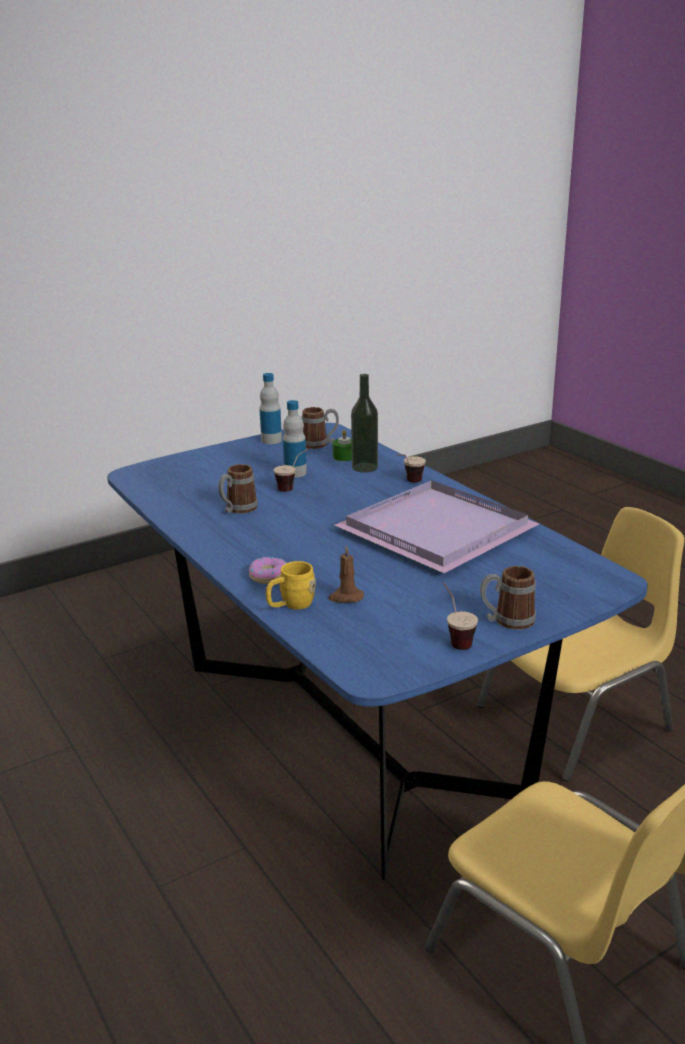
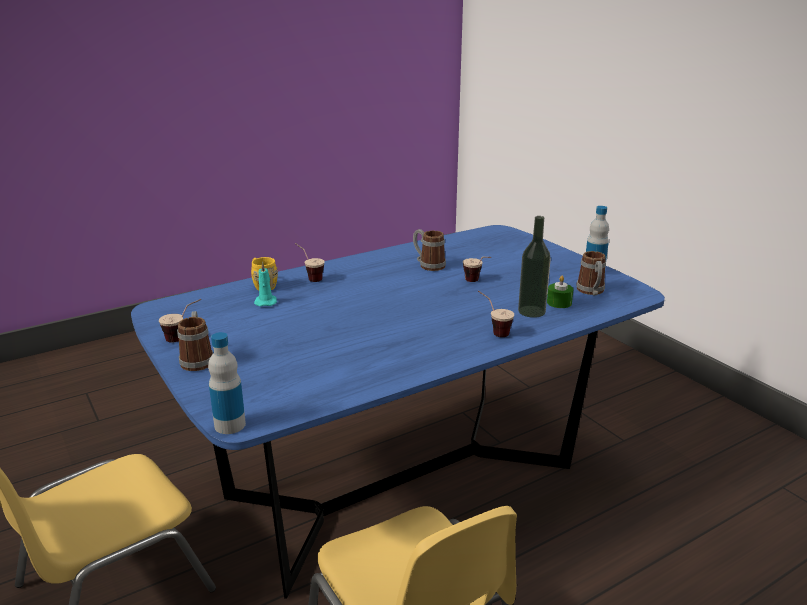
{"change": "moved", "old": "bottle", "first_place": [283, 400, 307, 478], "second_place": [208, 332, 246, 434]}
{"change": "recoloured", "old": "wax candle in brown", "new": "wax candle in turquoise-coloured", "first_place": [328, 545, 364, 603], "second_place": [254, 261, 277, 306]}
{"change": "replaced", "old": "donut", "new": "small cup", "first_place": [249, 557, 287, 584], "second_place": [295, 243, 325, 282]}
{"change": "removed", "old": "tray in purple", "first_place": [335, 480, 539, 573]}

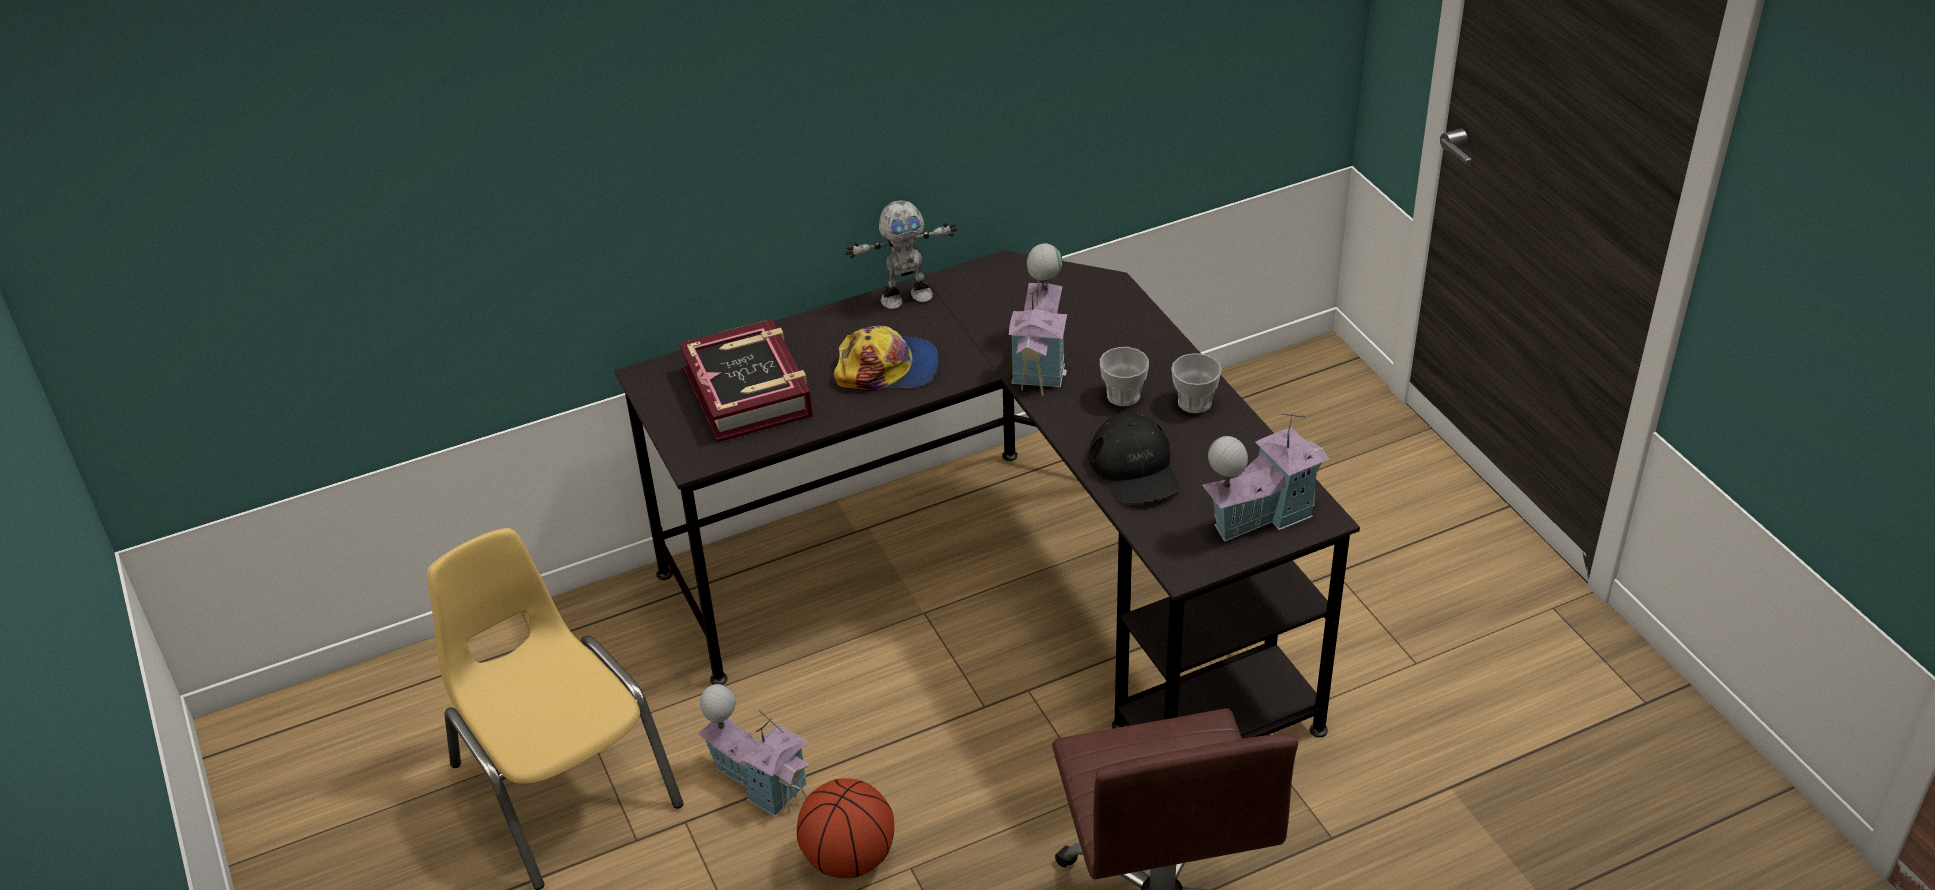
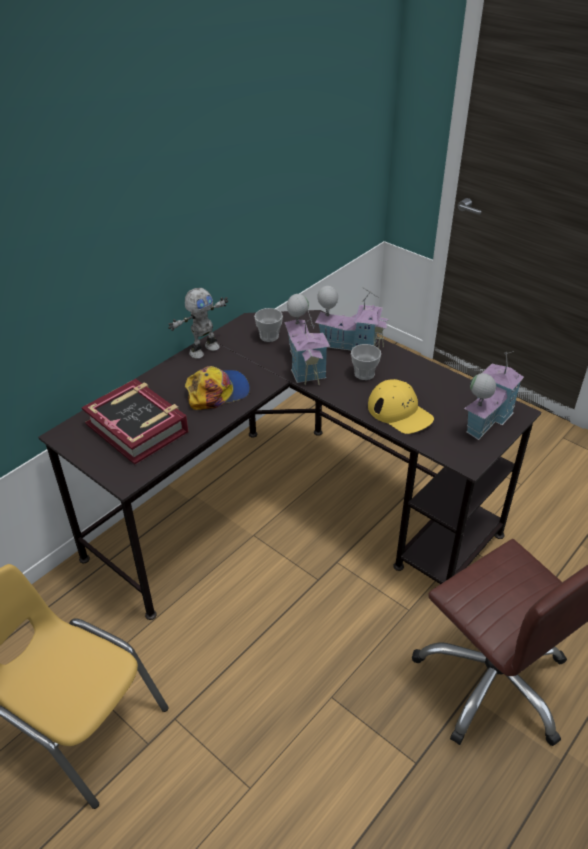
{"change": "moved", "old": "small cup", "first_place": [1171, 353, 1222, 413], "second_place": [254, 308, 283, 342]}
{"change": "moved", "old": "toy house", "first_place": [698, 684, 809, 817], "second_place": [315, 286, 389, 355]}
{"change": "recoloured", "old": "baseball cap in black", "new": "baseball cap in yellow-coloured", "first_place": [1089, 413, 1180, 504], "second_place": [368, 379, 434, 434]}
{"change": "removed", "old": "basketball ball", "first_place": [797, 778, 894, 878]}

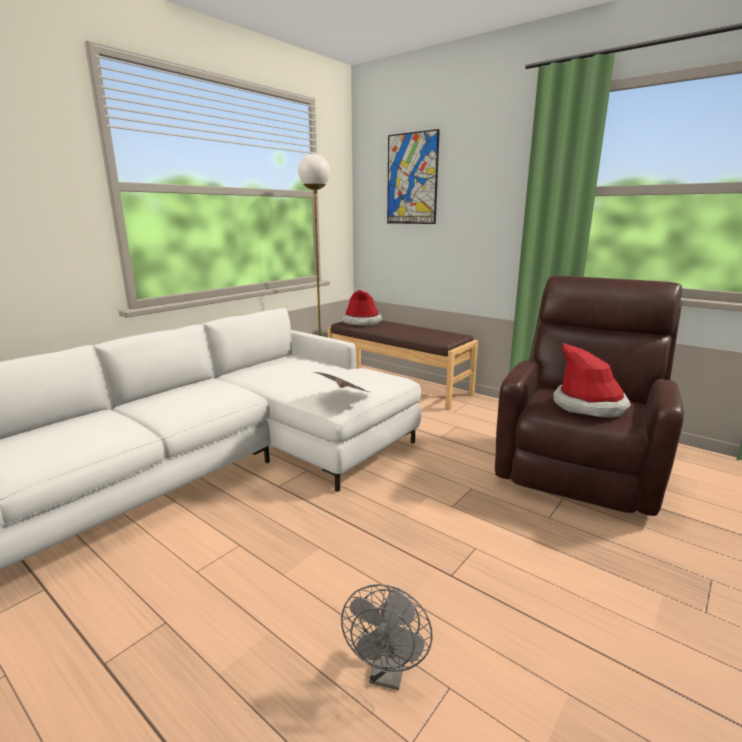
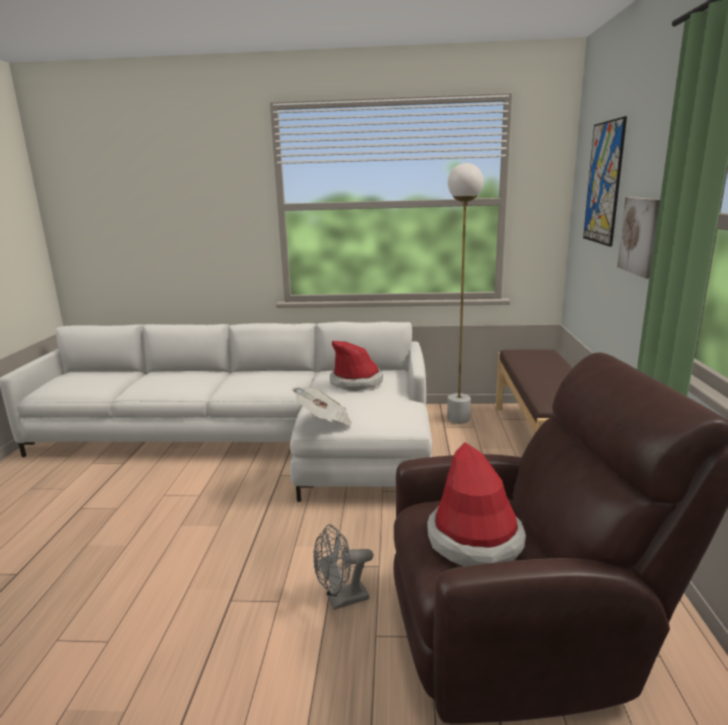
{"change": "moved", "old": "fan in grey", "first_place": [341, 584, 433, 690], "second_place": [313, 524, 373, 610]}
{"change": "moved", "old": "wearable hat", "first_place": [342, 290, 382, 326], "second_place": [330, 341, 383, 391]}
{"change": "added", "new": "wall art", "second_place": [617, 197, 660, 279]}

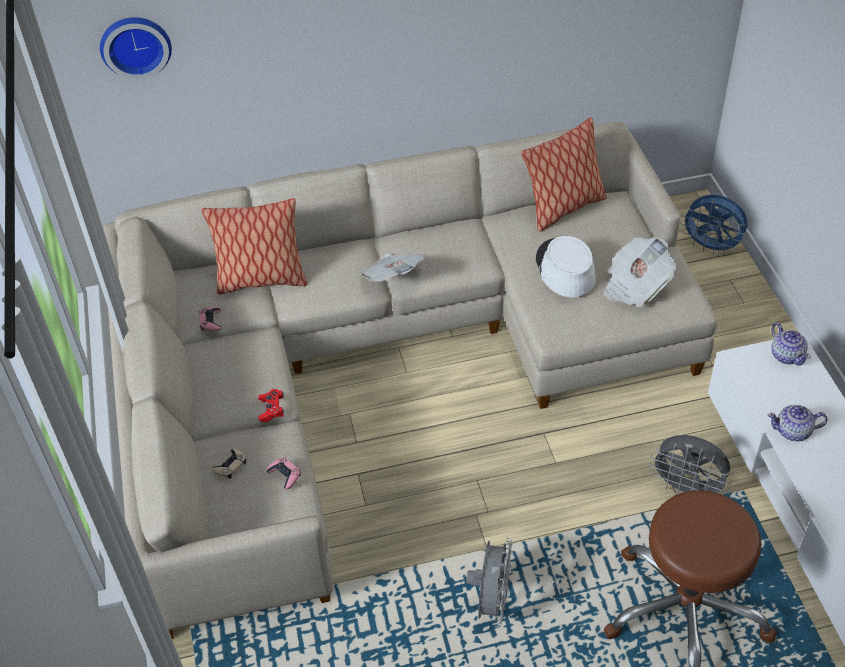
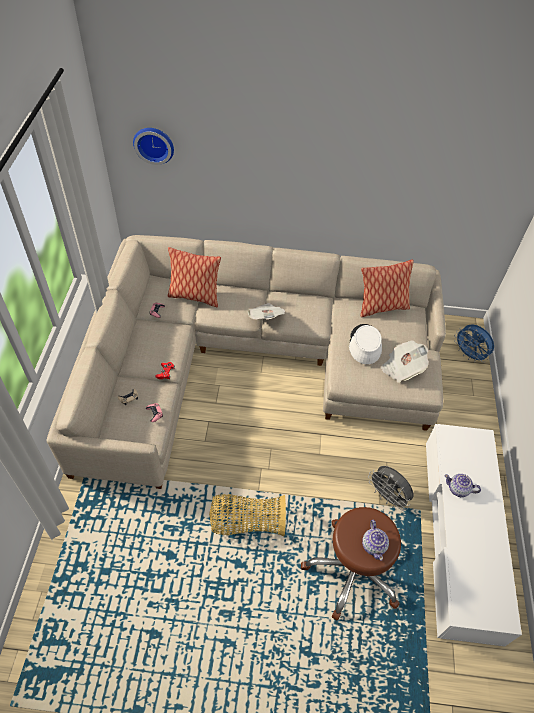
{"change": "replaced", "old": "fan in grey", "new": "household basket", "first_place": [466, 537, 512, 627], "second_place": [209, 494, 286, 536]}
{"change": "moved", "old": "pot for tea", "first_place": [771, 323, 811, 366], "second_place": [362, 520, 389, 561]}

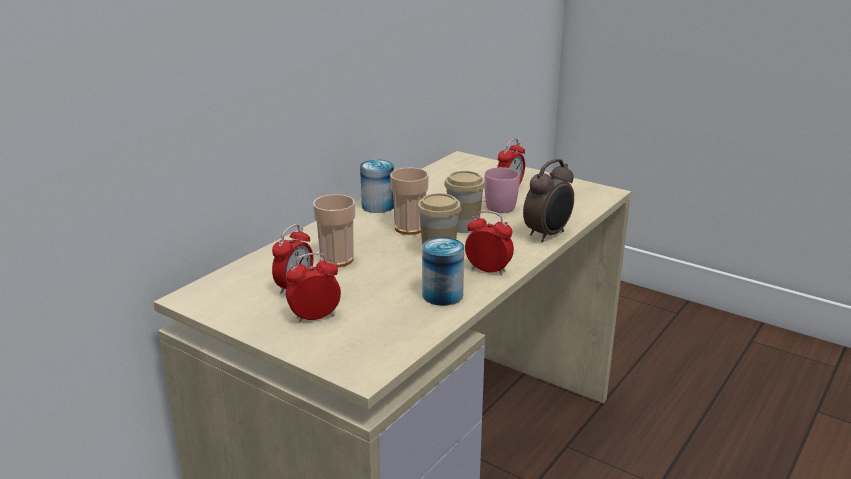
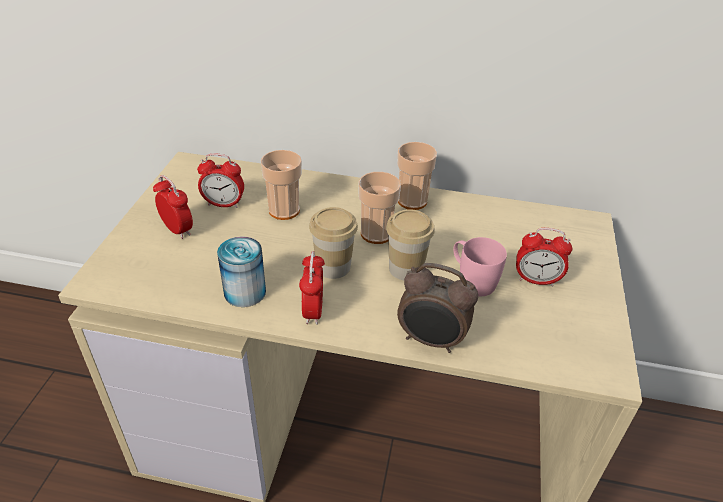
{"change": "replaced", "old": "can", "new": "small cup", "first_place": [360, 160, 394, 213], "second_place": [397, 142, 437, 210]}

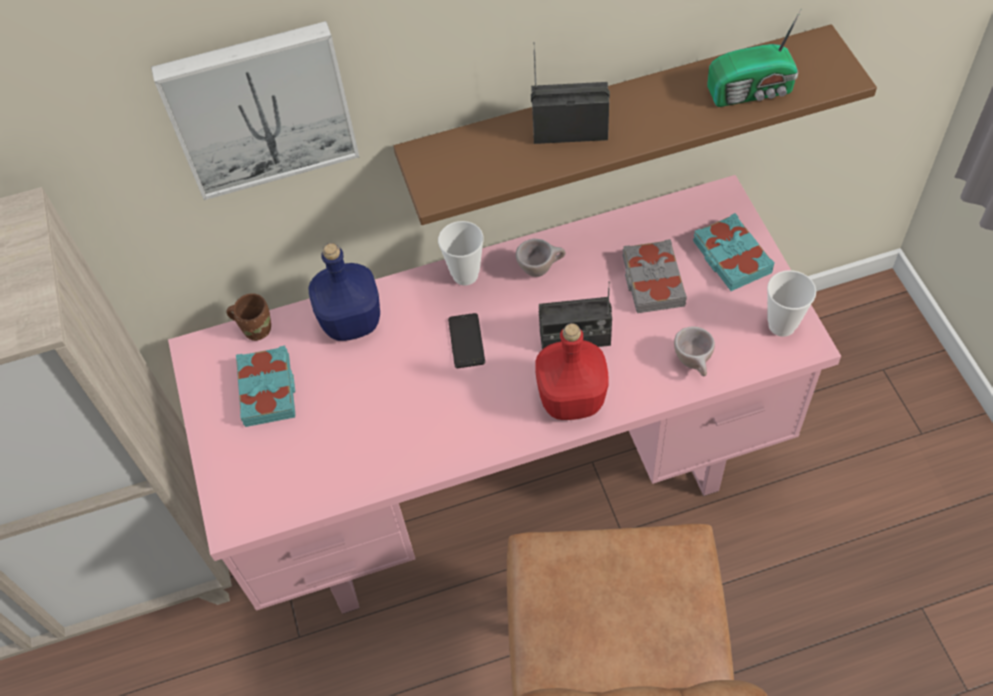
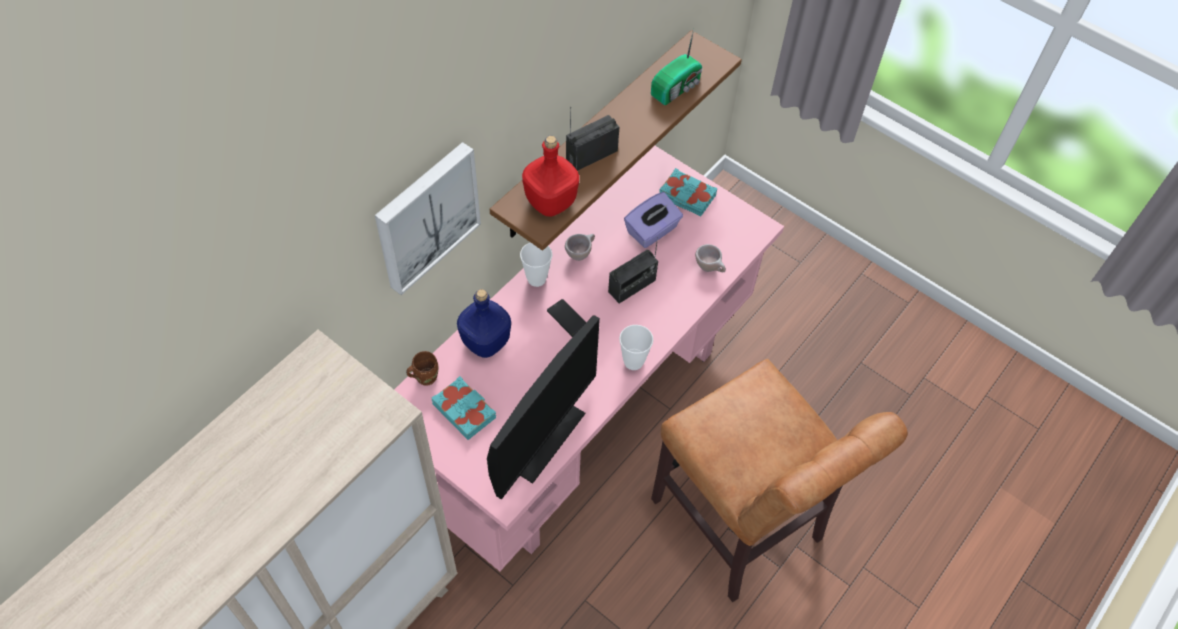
{"change": "added", "new": "monitor", "second_place": [487, 316, 600, 500]}
{"change": "moved", "old": "bottle in red", "first_place": [536, 323, 609, 420], "second_place": [522, 136, 579, 217]}
{"change": "moved", "old": "small cup", "first_place": [767, 270, 816, 337], "second_place": [619, 325, 653, 370]}
{"change": "replaced", "old": "bound book in grey", "new": "tissue holder in purple", "first_place": [622, 239, 687, 313], "second_place": [624, 192, 683, 248]}

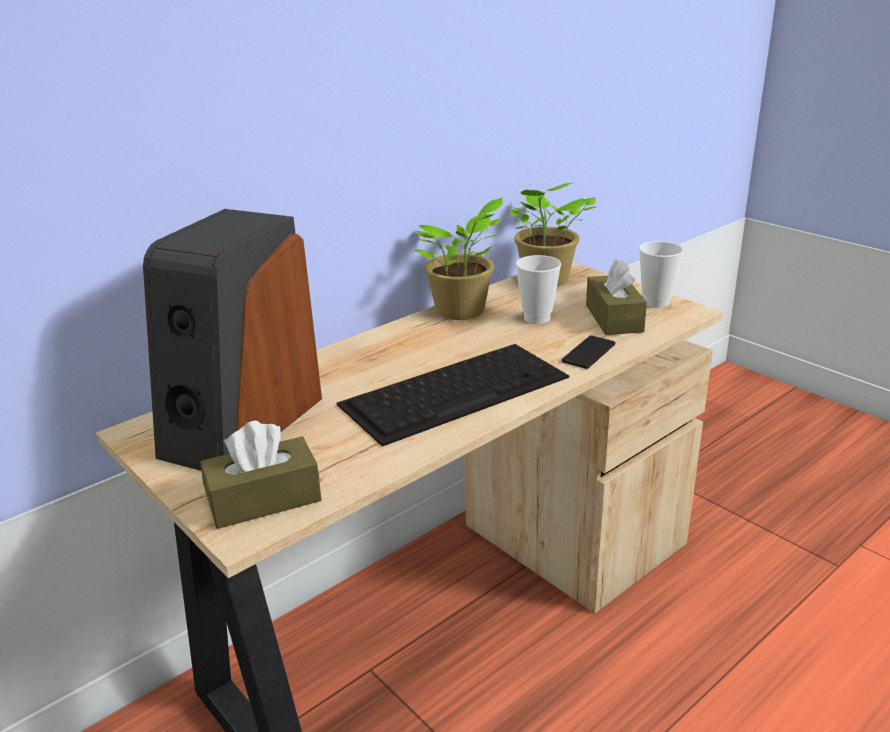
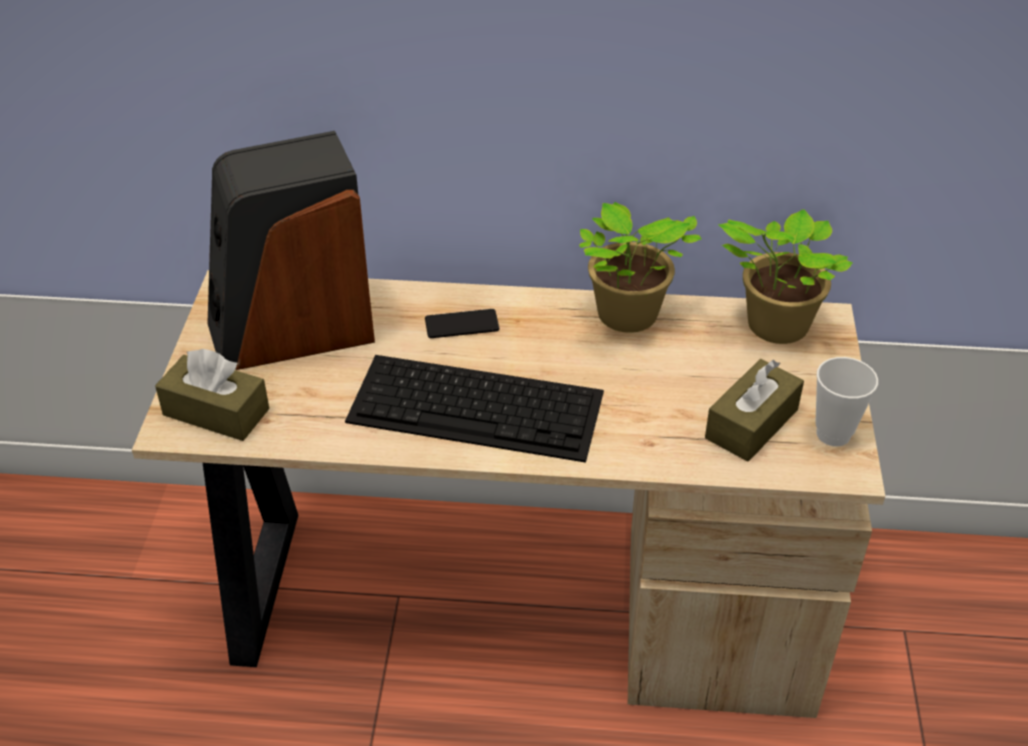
{"change": "moved", "old": "phone", "first_place": [561, 336, 615, 369], "second_place": [425, 309, 499, 338]}
{"change": "removed", "old": "small cup", "first_place": [516, 255, 561, 324]}

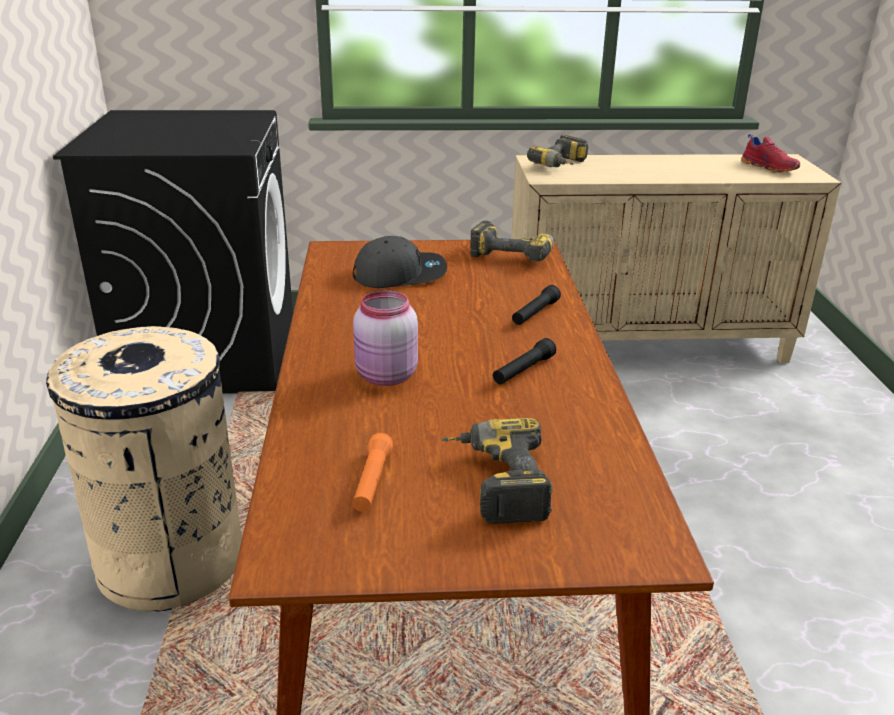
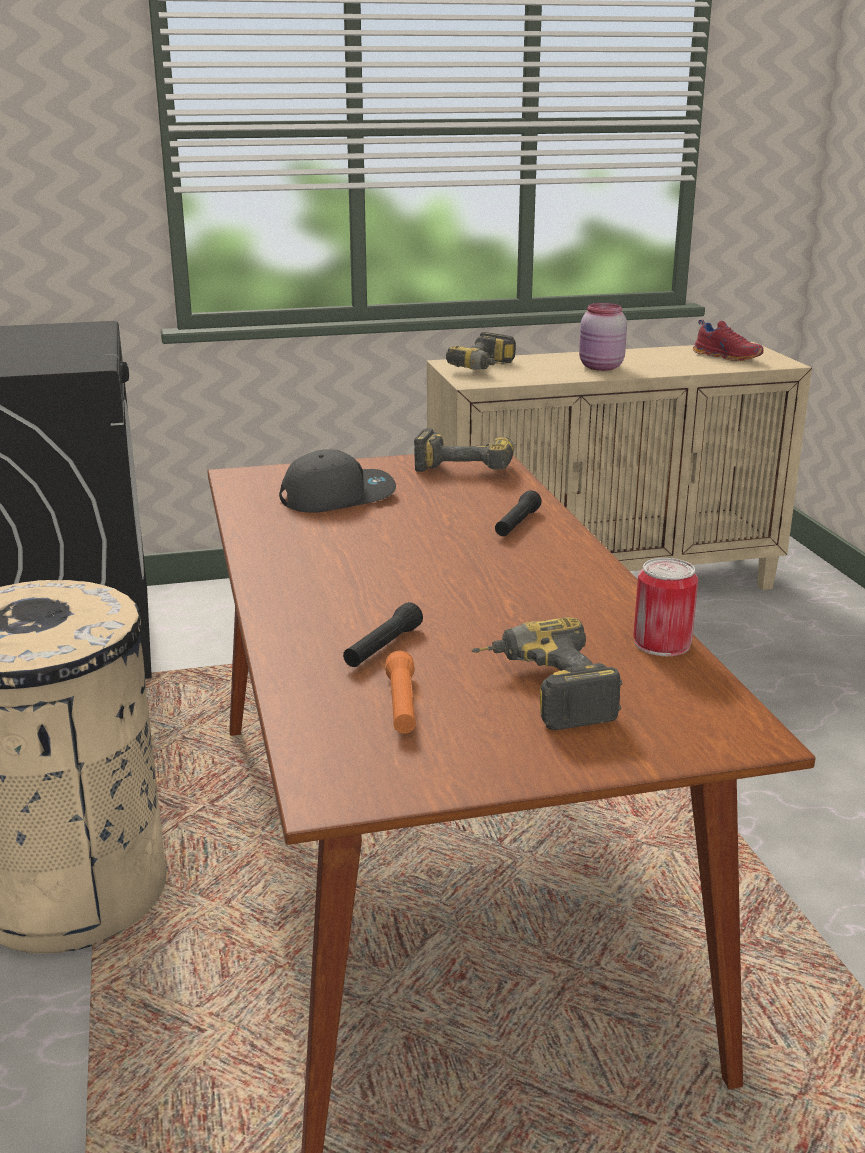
{"change": "moved", "old": "torch in black", "first_place": [493, 338, 556, 384], "second_place": [343, 602, 423, 667]}
{"change": "moved", "old": "jar in pinkish", "first_place": [353, 290, 418, 386], "second_place": [579, 303, 627, 371]}
{"change": "added", "new": "can", "second_place": [633, 558, 698, 656]}

